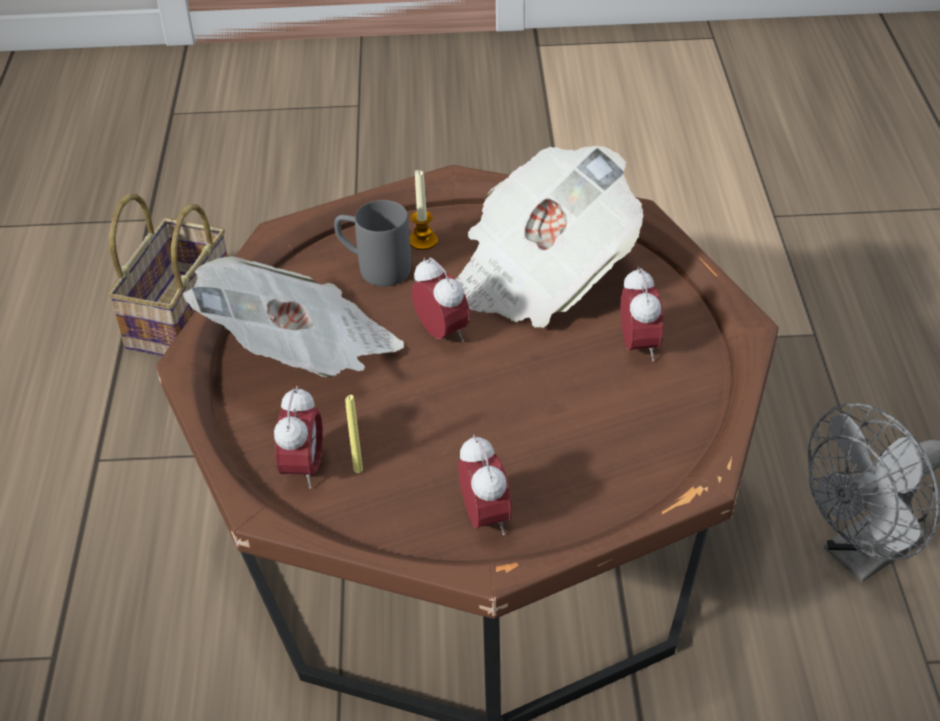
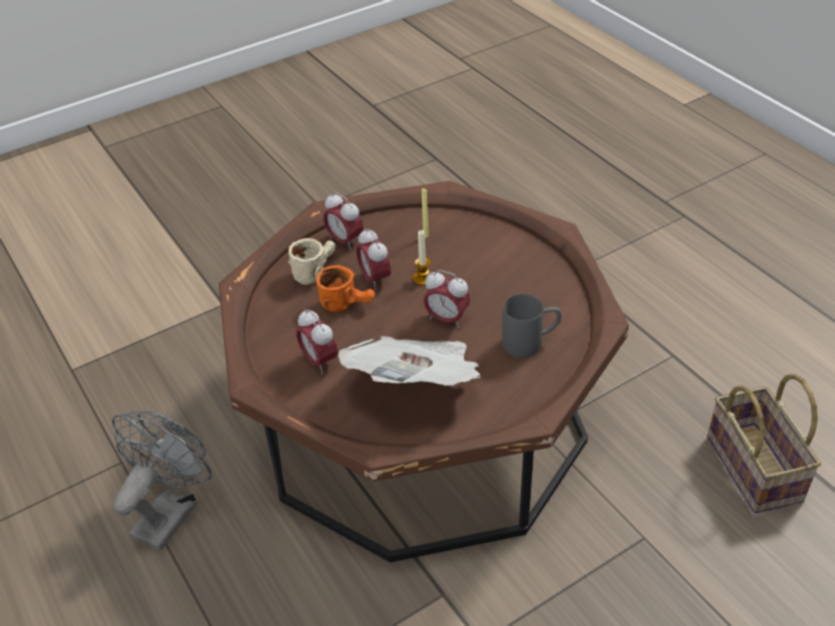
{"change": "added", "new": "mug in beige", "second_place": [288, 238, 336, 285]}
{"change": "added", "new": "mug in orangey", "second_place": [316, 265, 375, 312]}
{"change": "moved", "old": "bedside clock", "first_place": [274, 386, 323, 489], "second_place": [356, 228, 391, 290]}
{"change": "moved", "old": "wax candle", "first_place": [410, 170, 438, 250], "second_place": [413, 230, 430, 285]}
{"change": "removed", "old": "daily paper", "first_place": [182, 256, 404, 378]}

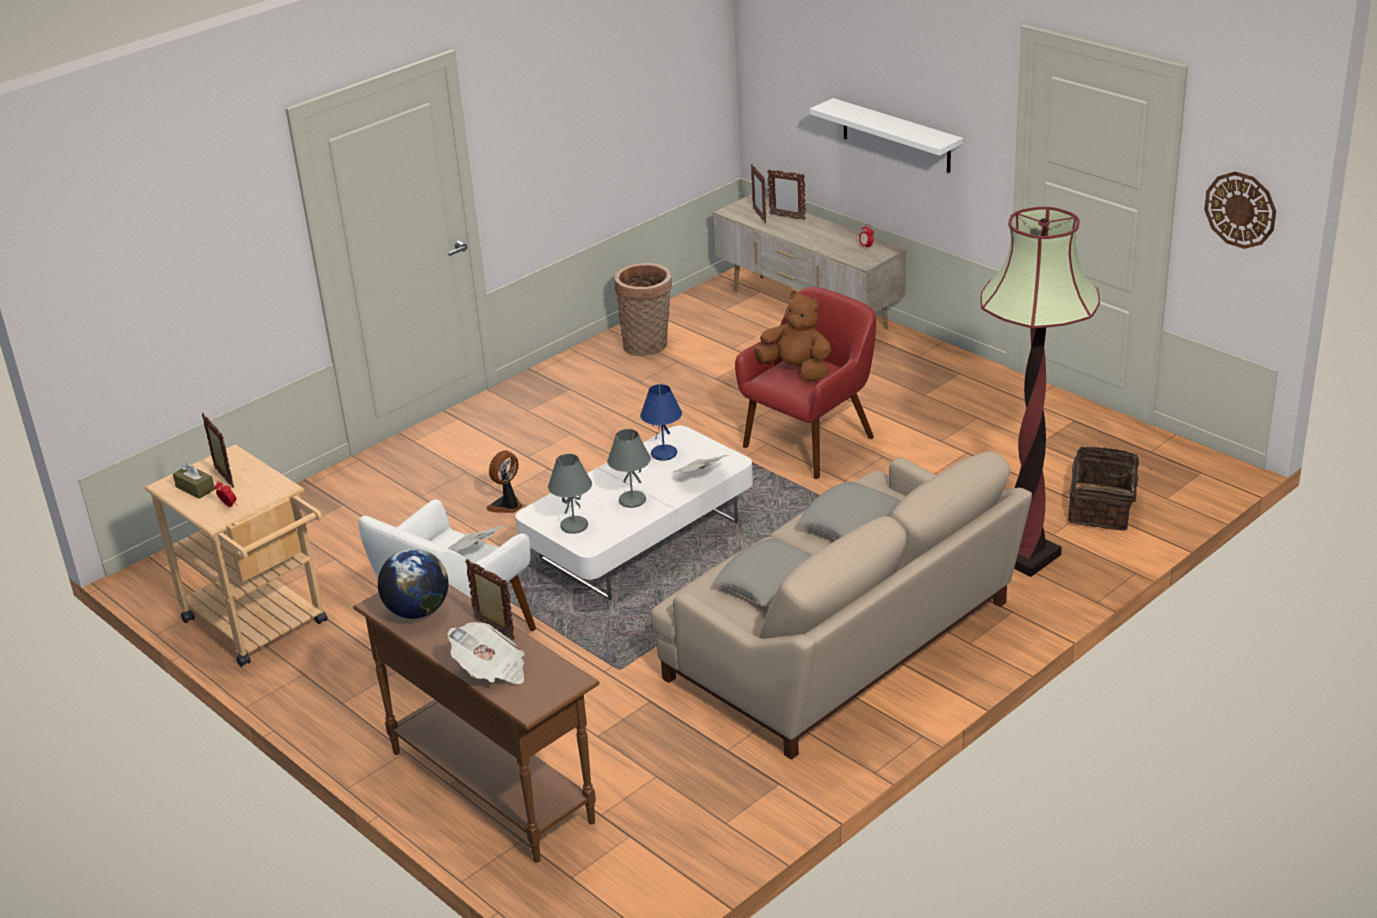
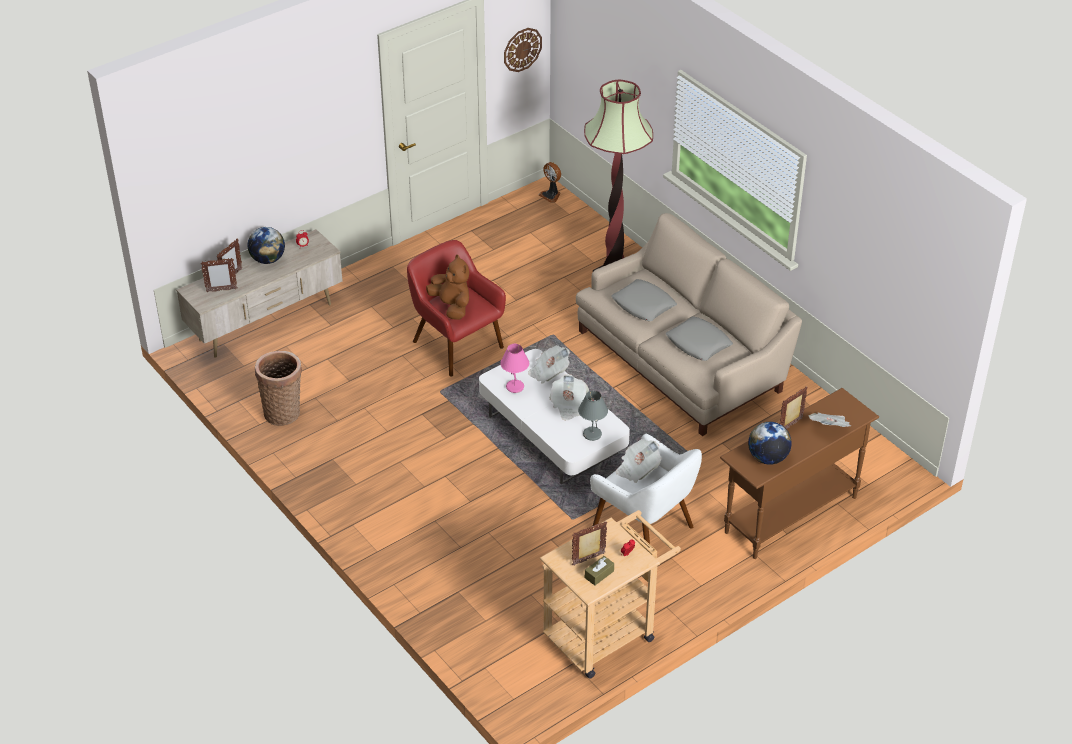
{"change": "added", "new": "world globe", "second_place": [247, 227, 285, 264]}
{"change": "turned", "old": "plush toy in brown", "first_place": [754, 290, 831, 381], "second_place": [426, 254, 469, 320], "degrees": 105}
{"change": "recoloured", "old": "tabletop lamp in blue-coloured", "new": "tabletop lamp in pinkish", "first_place": [640, 384, 682, 461], "second_place": [500, 344, 529, 393]}
{"change": "moved", "old": "fan", "first_place": [486, 451, 523, 513], "second_place": [539, 162, 561, 203]}
{"change": "replaced", "old": "tabletop lamp in grey", "new": "daily paper", "first_place": [607, 429, 651, 508], "second_place": [549, 374, 589, 421]}
{"change": "removed", "old": "bracket shelf in white-coloured", "first_place": [810, 98, 963, 173]}
{"change": "removed", "old": "household basket", "first_place": [1068, 446, 1153, 531]}

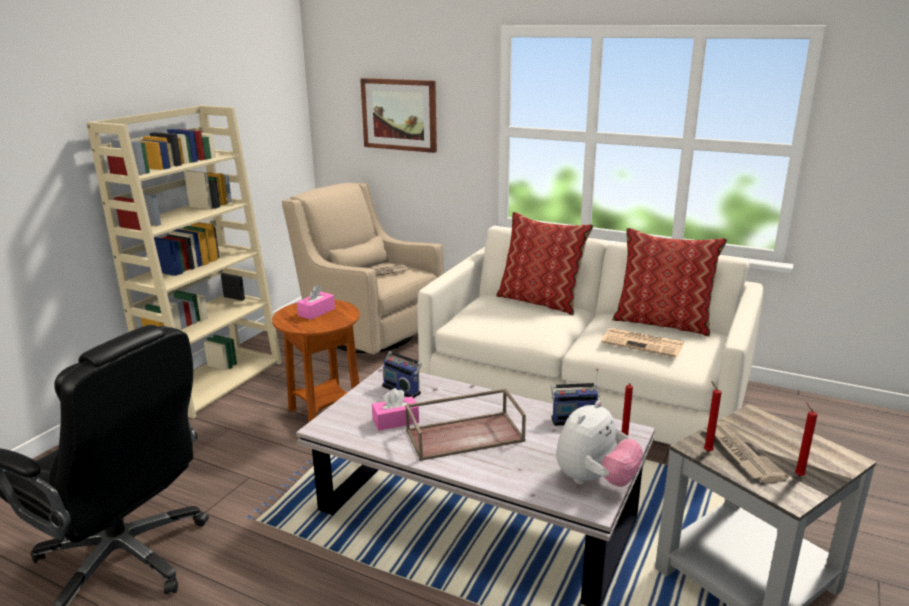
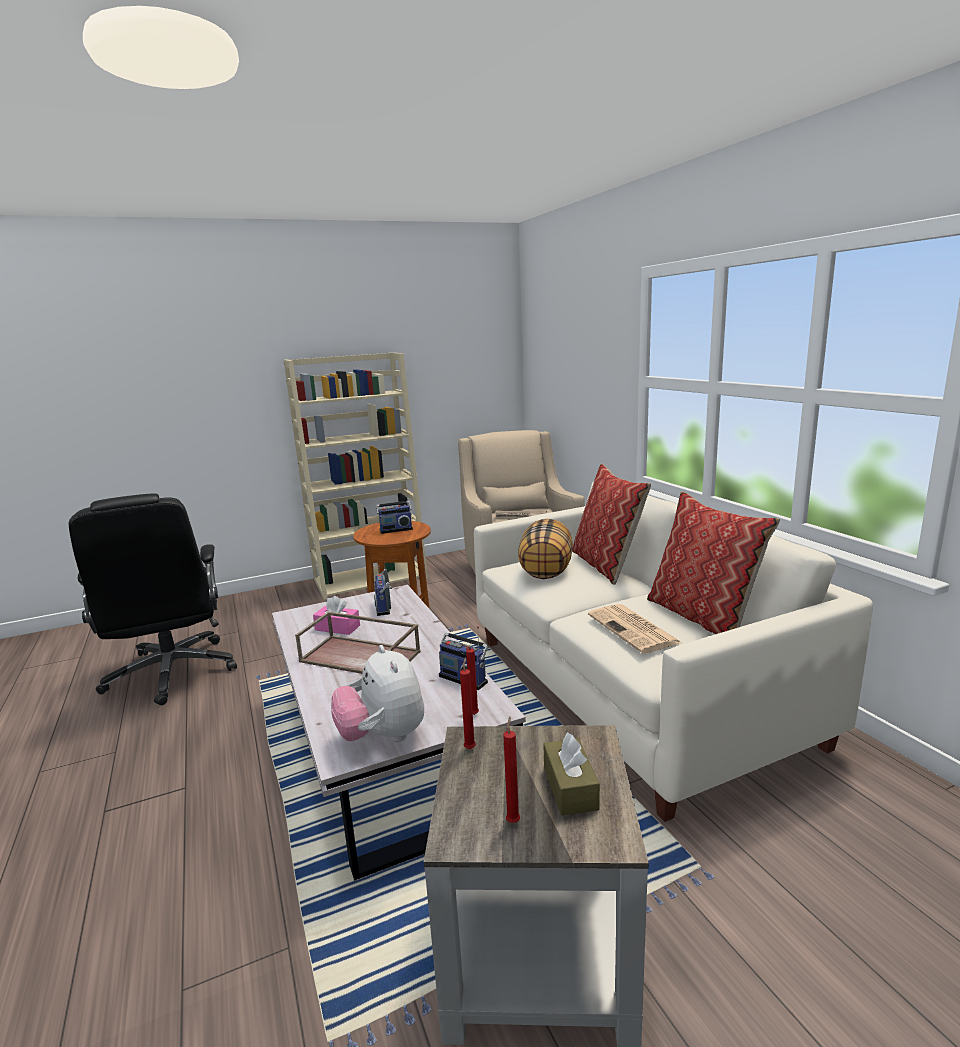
{"change": "turned", "old": "plush toy", "first_place": [556, 400, 643, 487], "second_place": [331, 645, 424, 742], "degrees": 75}
{"change": "replaced", "old": "tissue holder in pinkish", "new": "radio", "first_place": [297, 285, 335, 320], "second_place": [376, 488, 413, 534]}
{"change": "added", "new": "cushion", "second_place": [518, 519, 573, 579]}
{"change": "added", "new": "tissue holder in brown", "second_place": [543, 732, 600, 816]}
{"change": "removed", "old": "wall art", "first_place": [360, 78, 437, 153]}
{"change": "removed", "old": "daily paper", "first_place": [704, 422, 789, 483]}

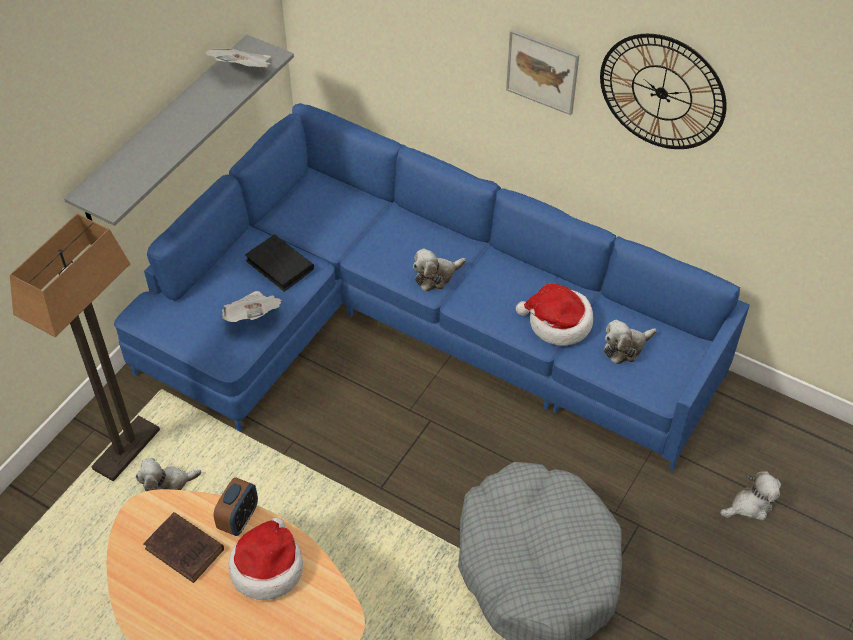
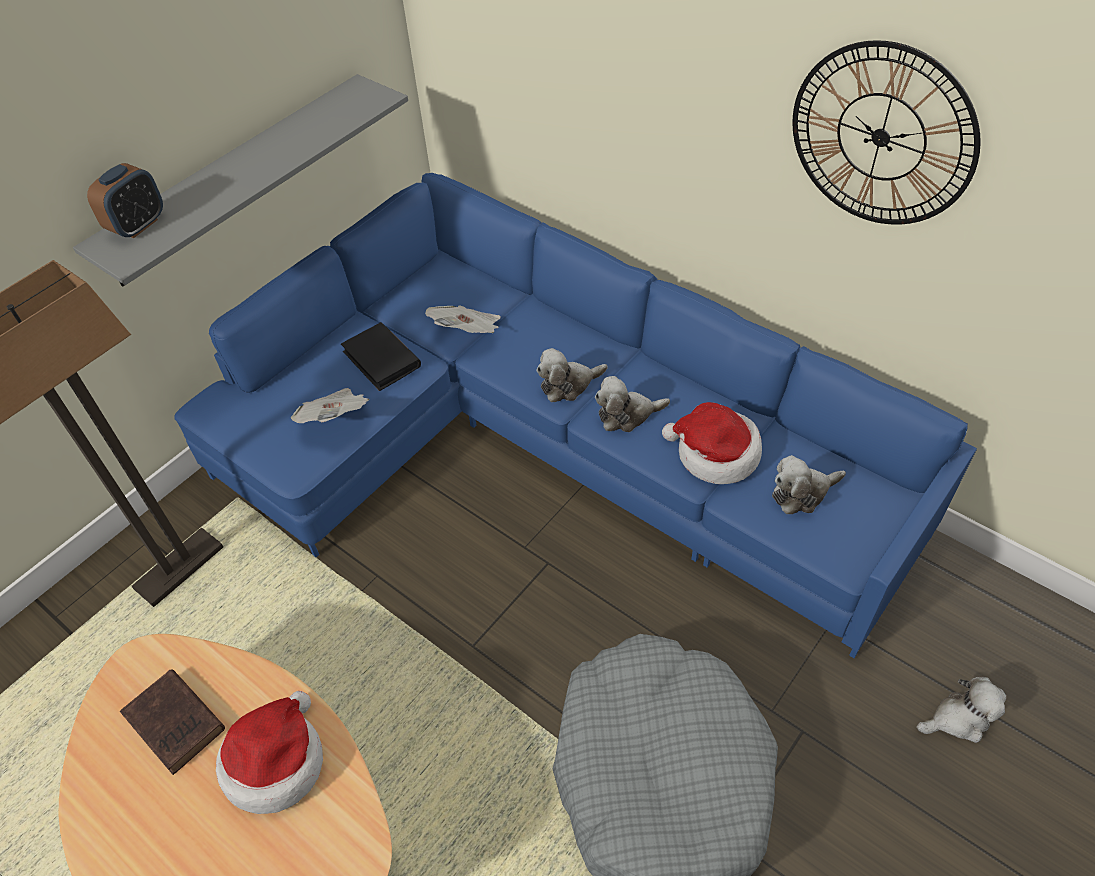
{"change": "moved", "old": "bedside clock", "first_place": [214, 477, 258, 536], "second_place": [87, 163, 163, 238]}
{"change": "moved", "old": "daily paper", "first_place": [206, 49, 271, 67], "second_place": [425, 305, 501, 333]}
{"change": "moved", "old": "plush toy", "first_place": [136, 458, 201, 491], "second_place": [595, 376, 670, 432]}
{"change": "removed", "old": "wall art", "first_place": [506, 29, 580, 115]}

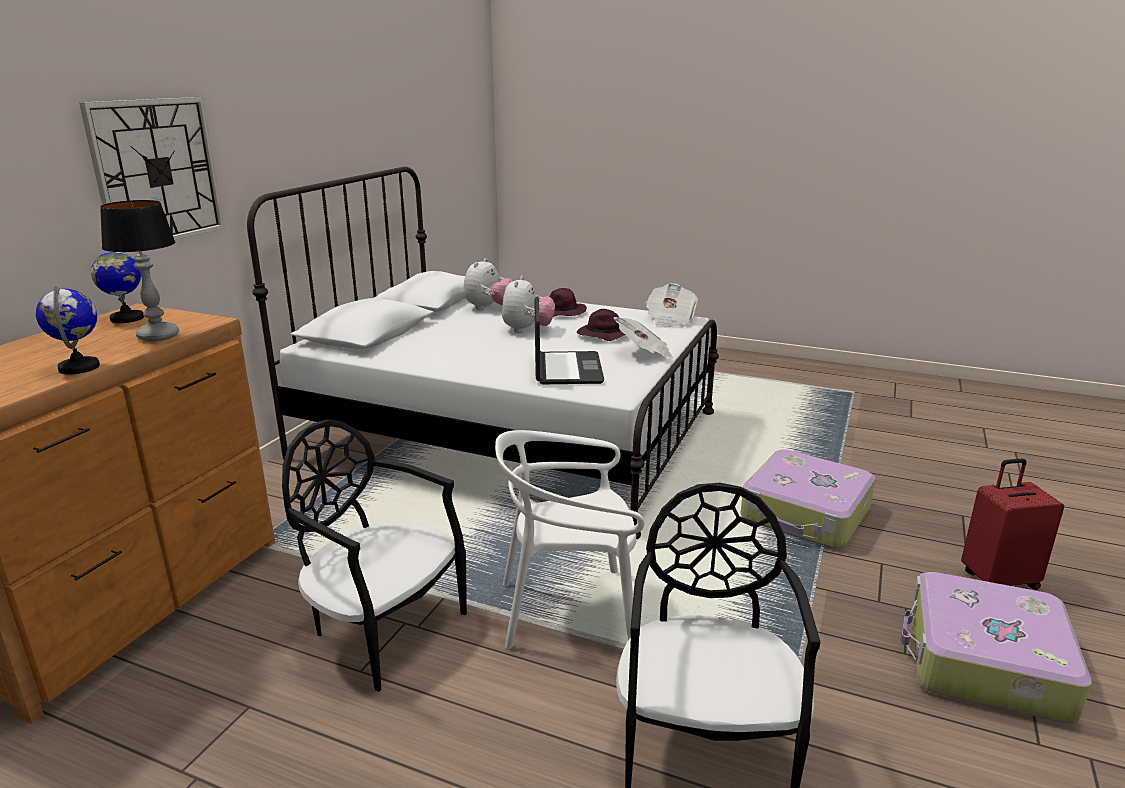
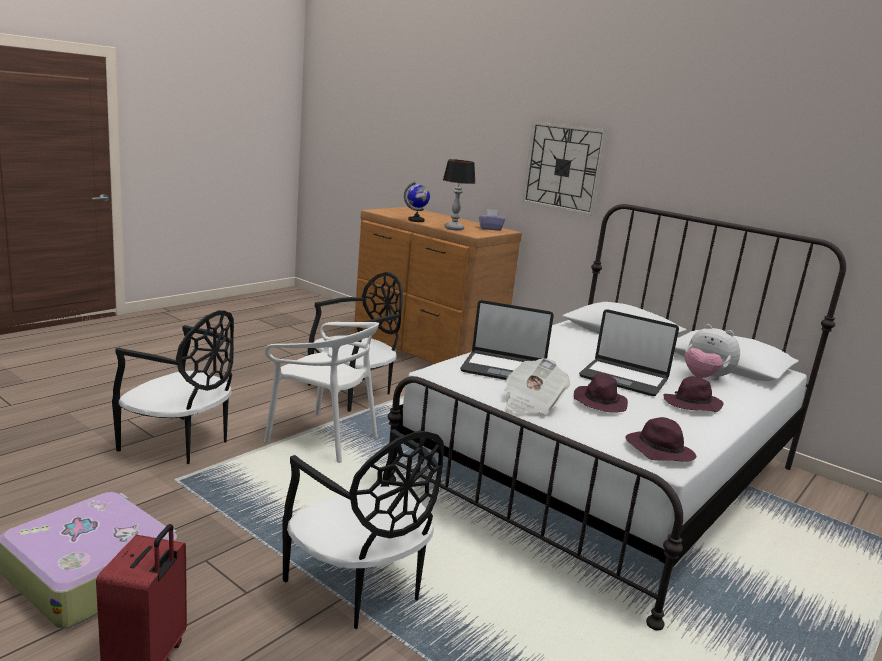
{"change": "turned", "old": "upright chair in white-coloured", "first_place": [495, 430, 645, 649], "second_place": [264, 322, 379, 463], "degrees": 105}
{"change": "replaced", "old": "suitcase", "new": "upright chair in black", "first_place": [740, 449, 876, 548], "second_place": [283, 429, 444, 629]}
{"change": "replaced", "old": "world globe", "new": "tissue holder in purple", "first_place": [91, 252, 144, 323], "second_place": [479, 209, 505, 231]}
{"change": "replaced", "old": "plush toy", "new": "laptop", "first_place": [502, 276, 555, 333], "second_place": [579, 309, 679, 396]}
{"change": "replaced", "old": "daily paper", "new": "wearable hat in purple", "first_place": [645, 283, 698, 328], "second_place": [626, 417, 696, 462]}

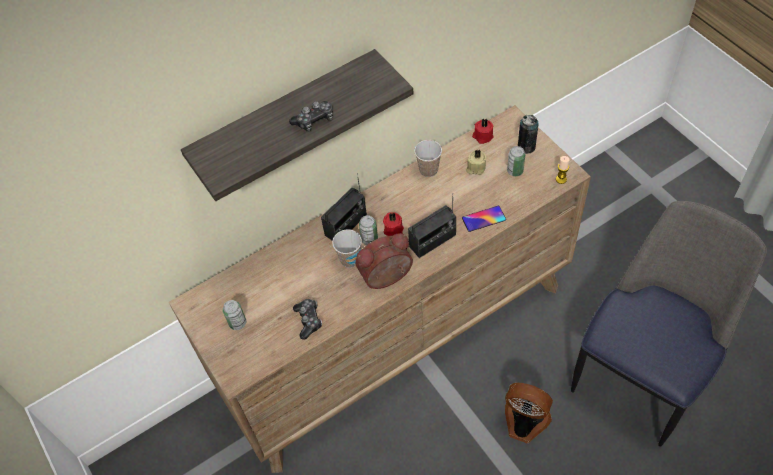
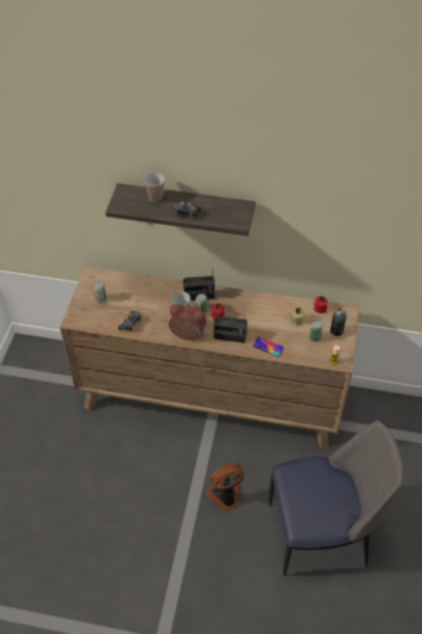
{"change": "moved", "old": "small cup", "first_place": [414, 140, 442, 177], "second_place": [144, 172, 165, 202]}
{"change": "turned", "old": "fan", "first_place": [505, 383, 553, 443], "second_place": [206, 463, 244, 511], "degrees": -90}

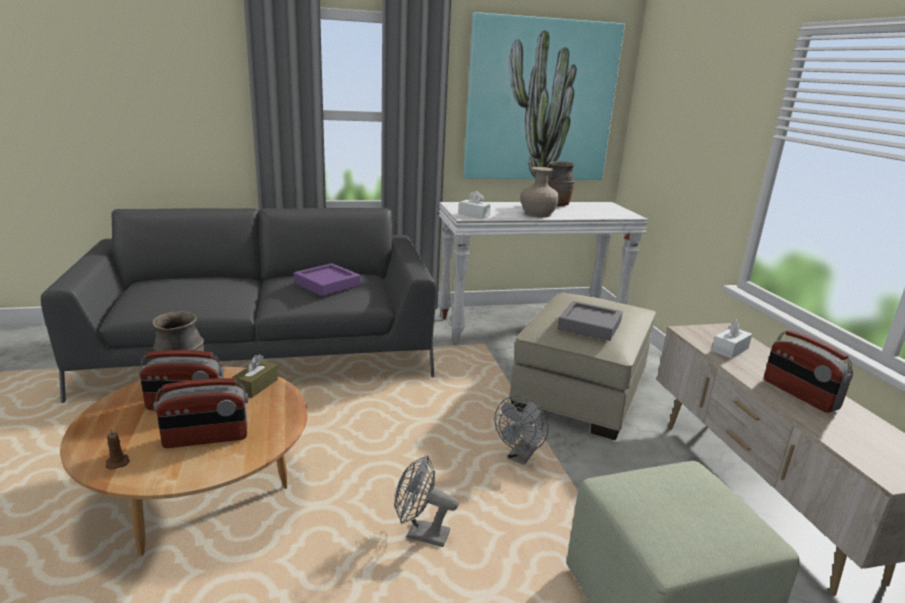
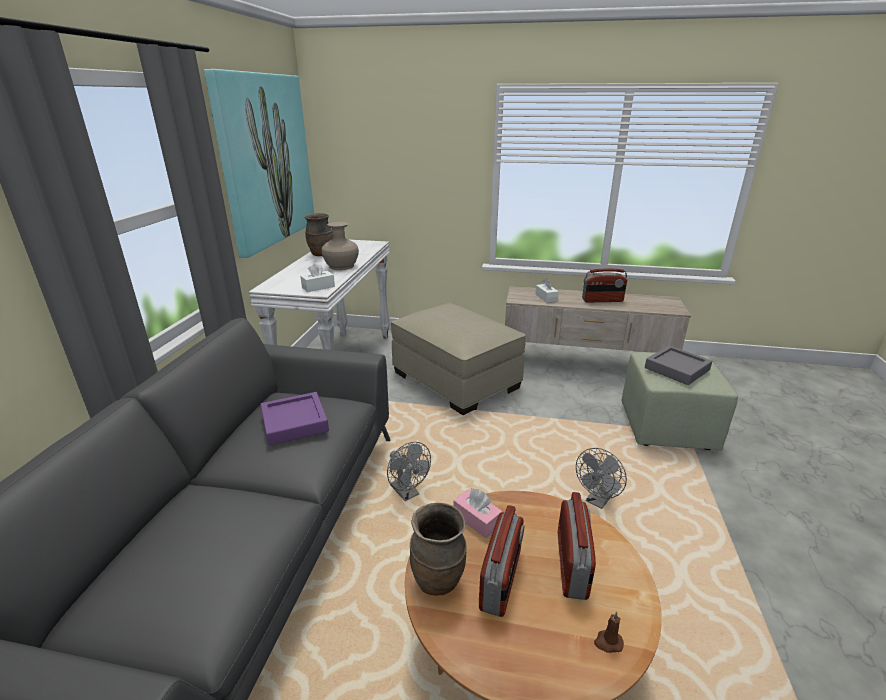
{"change": "moved", "old": "fan in grey", "first_place": [495, 396, 549, 465], "second_place": [387, 442, 431, 501]}
{"change": "recoloured", "old": "tissue holder in brown", "new": "tissue holder in pinkish", "first_place": [232, 354, 278, 398], "second_place": [453, 488, 503, 538]}
{"change": "moved", "old": "tray in grey", "first_place": [557, 301, 623, 341], "second_place": [645, 346, 712, 385]}

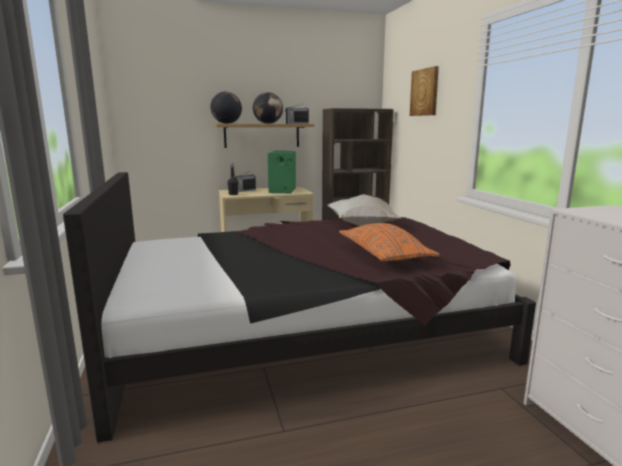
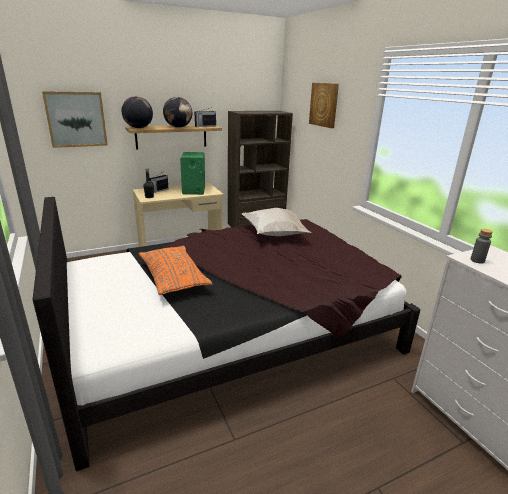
{"change": "added", "new": "wall art", "second_place": [42, 91, 108, 148]}
{"change": "moved", "old": "cushion in orangey", "first_place": [339, 223, 440, 262], "second_place": [139, 246, 212, 295]}
{"change": "added", "new": "bottle in grey", "second_place": [470, 229, 493, 264]}

